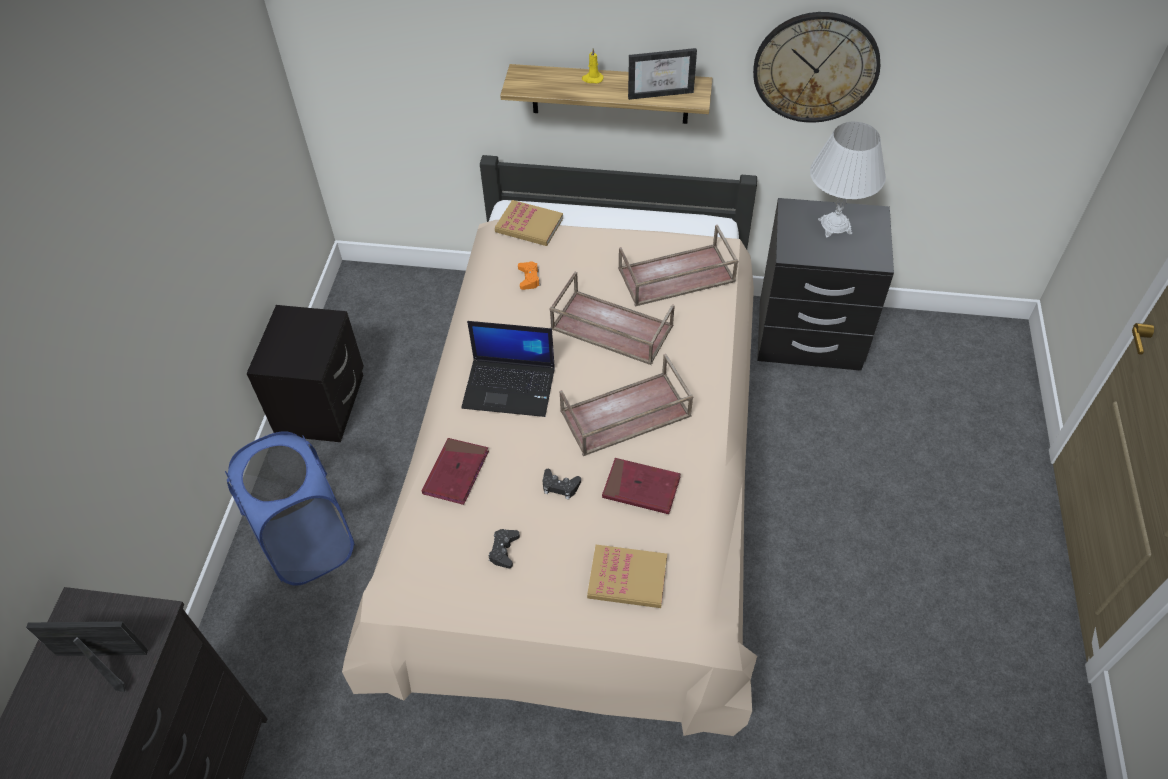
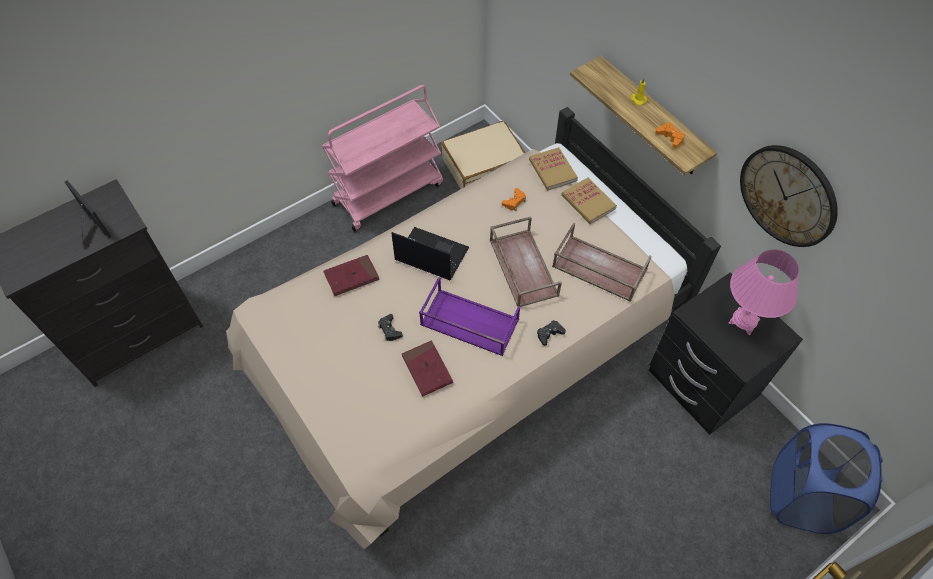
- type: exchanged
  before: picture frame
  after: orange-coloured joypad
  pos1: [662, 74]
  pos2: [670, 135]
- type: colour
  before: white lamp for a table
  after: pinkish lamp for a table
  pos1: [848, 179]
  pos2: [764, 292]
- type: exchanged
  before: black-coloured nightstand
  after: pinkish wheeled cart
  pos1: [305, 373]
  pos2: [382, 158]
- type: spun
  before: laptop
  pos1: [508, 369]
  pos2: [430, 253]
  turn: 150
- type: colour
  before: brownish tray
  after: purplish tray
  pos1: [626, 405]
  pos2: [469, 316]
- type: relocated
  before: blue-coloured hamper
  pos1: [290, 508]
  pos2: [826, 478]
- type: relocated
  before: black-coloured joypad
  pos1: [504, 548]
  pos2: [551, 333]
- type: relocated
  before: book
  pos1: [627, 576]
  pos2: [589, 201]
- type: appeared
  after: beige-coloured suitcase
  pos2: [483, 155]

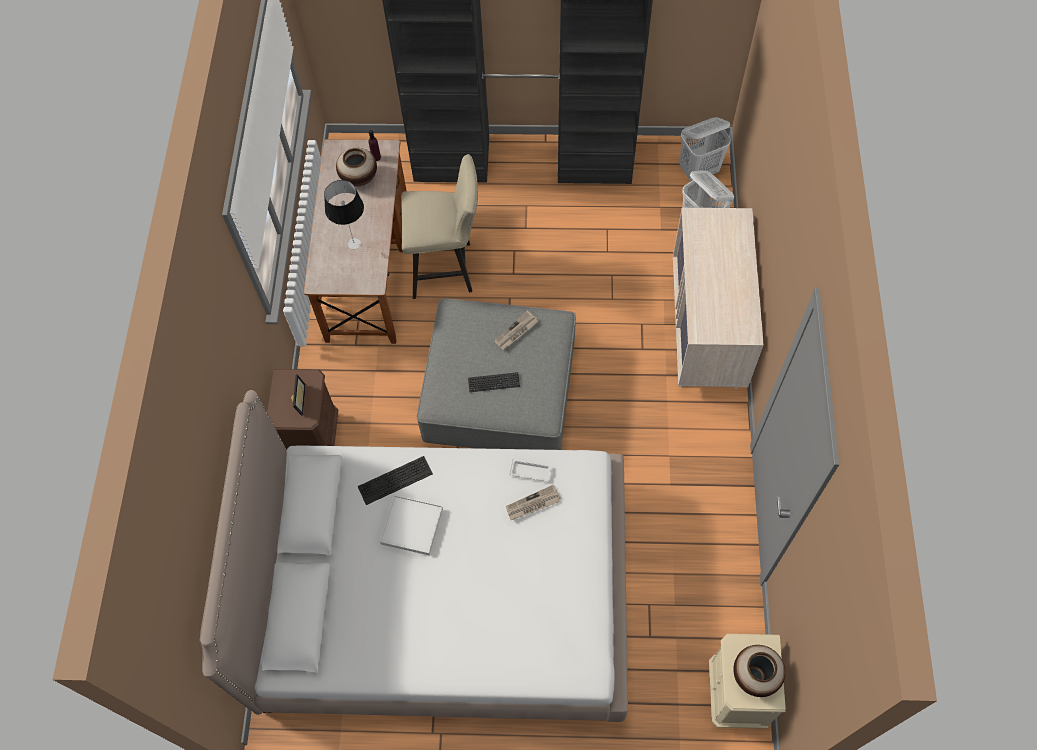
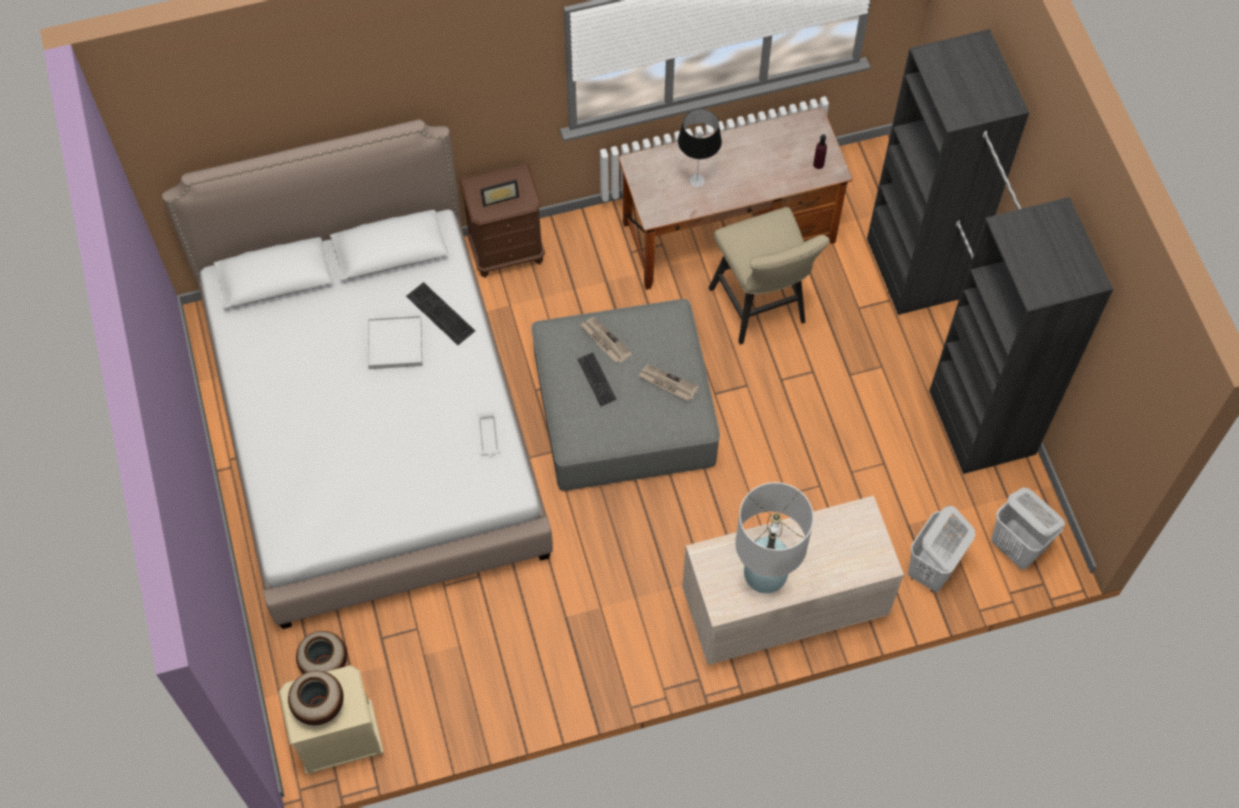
- type: relocated
  before: flower vase
  pos1: [356, 167]
  pos2: [321, 652]
- type: relocated
  before: newspaper
  pos1: [533, 502]
  pos2: [606, 340]
- type: appeared
  after: white lamp for a table
  pos2: [774, 537]

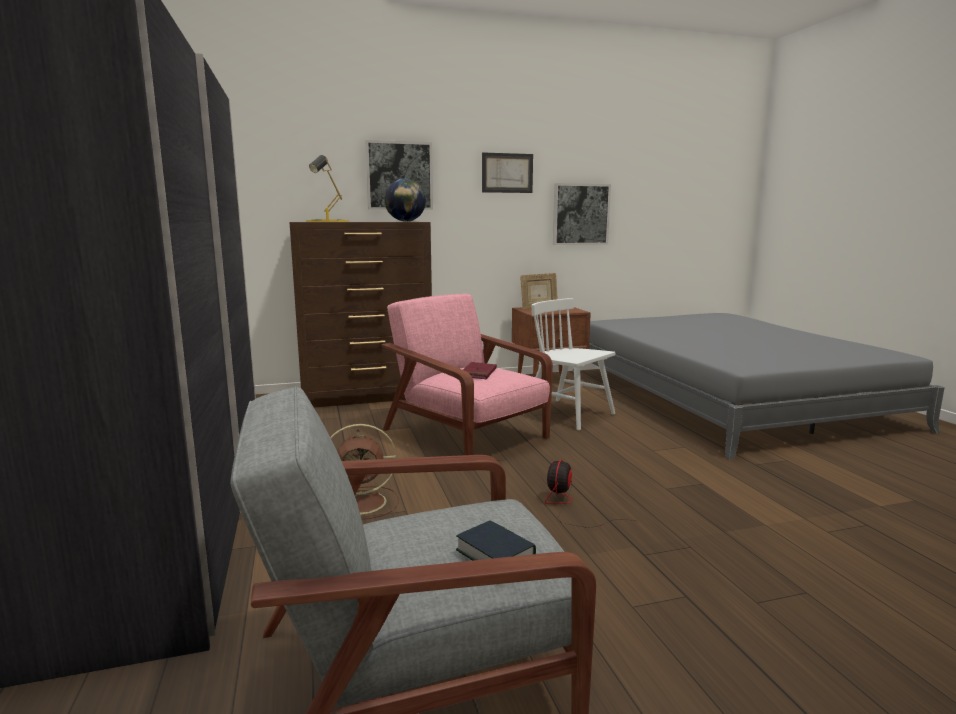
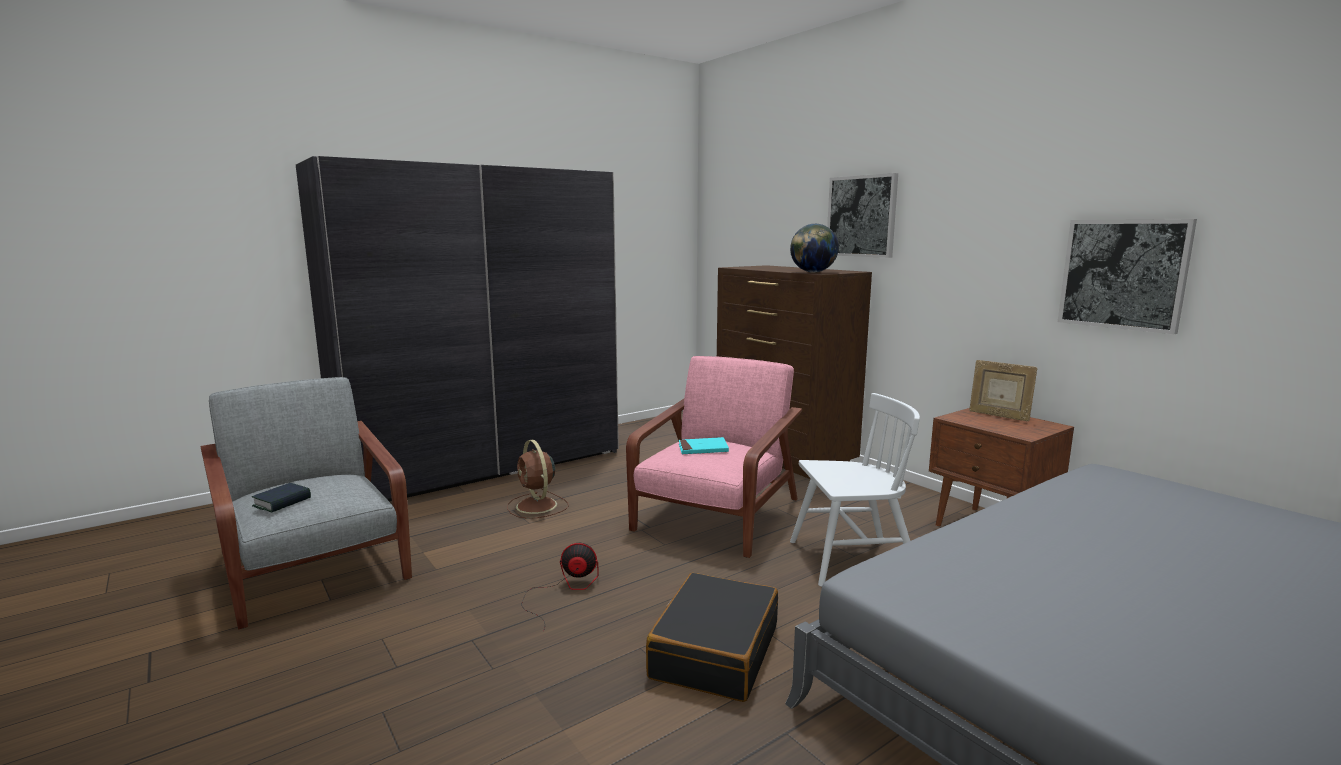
- type: missing
  before: picture
  pos1: [507, 172]
- type: missing
  before: yellowish lamp for a table
  pos1: [327, 188]
- type: spun
  before: white plain chair
  pos1: [573, 364]
  pos2: [855, 490]
  turn: 60
- type: colour
  before: reddish book
  after: turquoise book
  pos1: [480, 370]
  pos2: [704, 445]
- type: appeared
  after: black-coloured suitcase
  pos2: [712, 637]

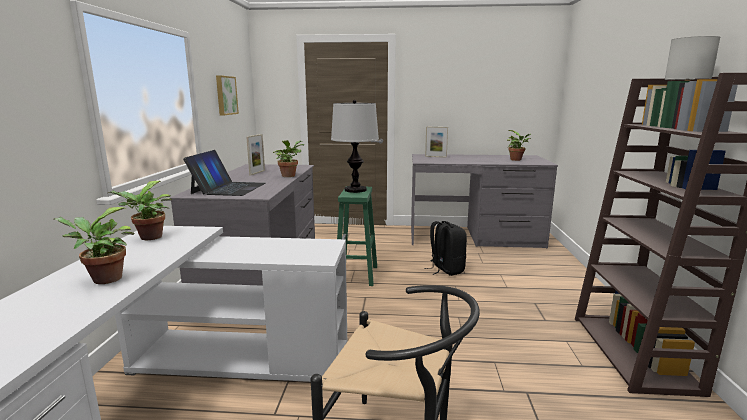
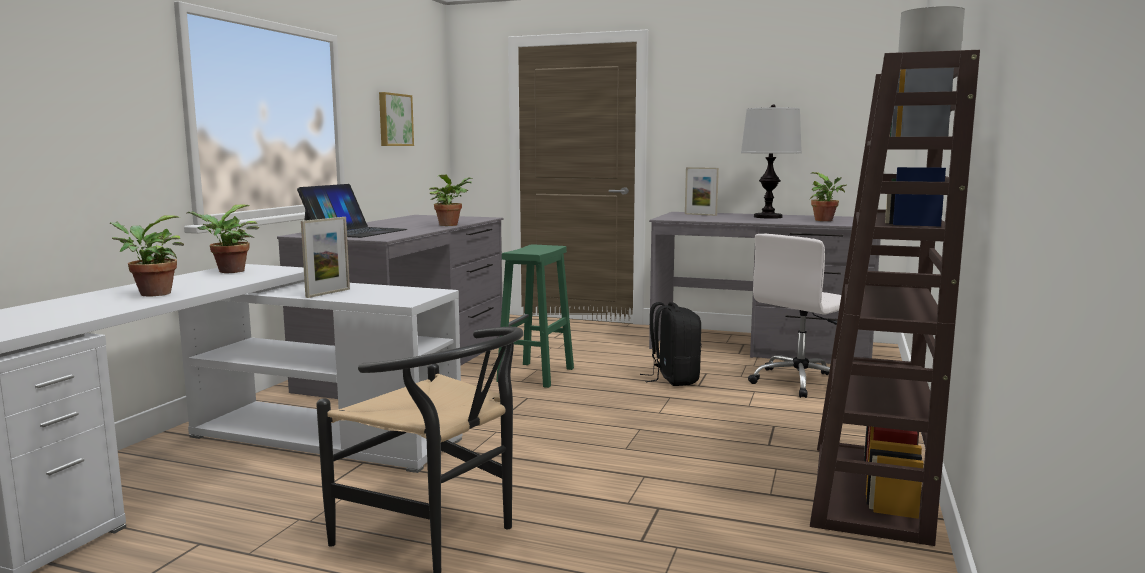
- type: relocated
  before: lamp for a table
  pos1: [355, 146]
  pos2: [771, 161]
- type: relocated
  before: picture frame
  pos1: [255, 154]
  pos2: [325, 257]
- type: appeared
  after: white desk chair
  pos2: [794, 316]

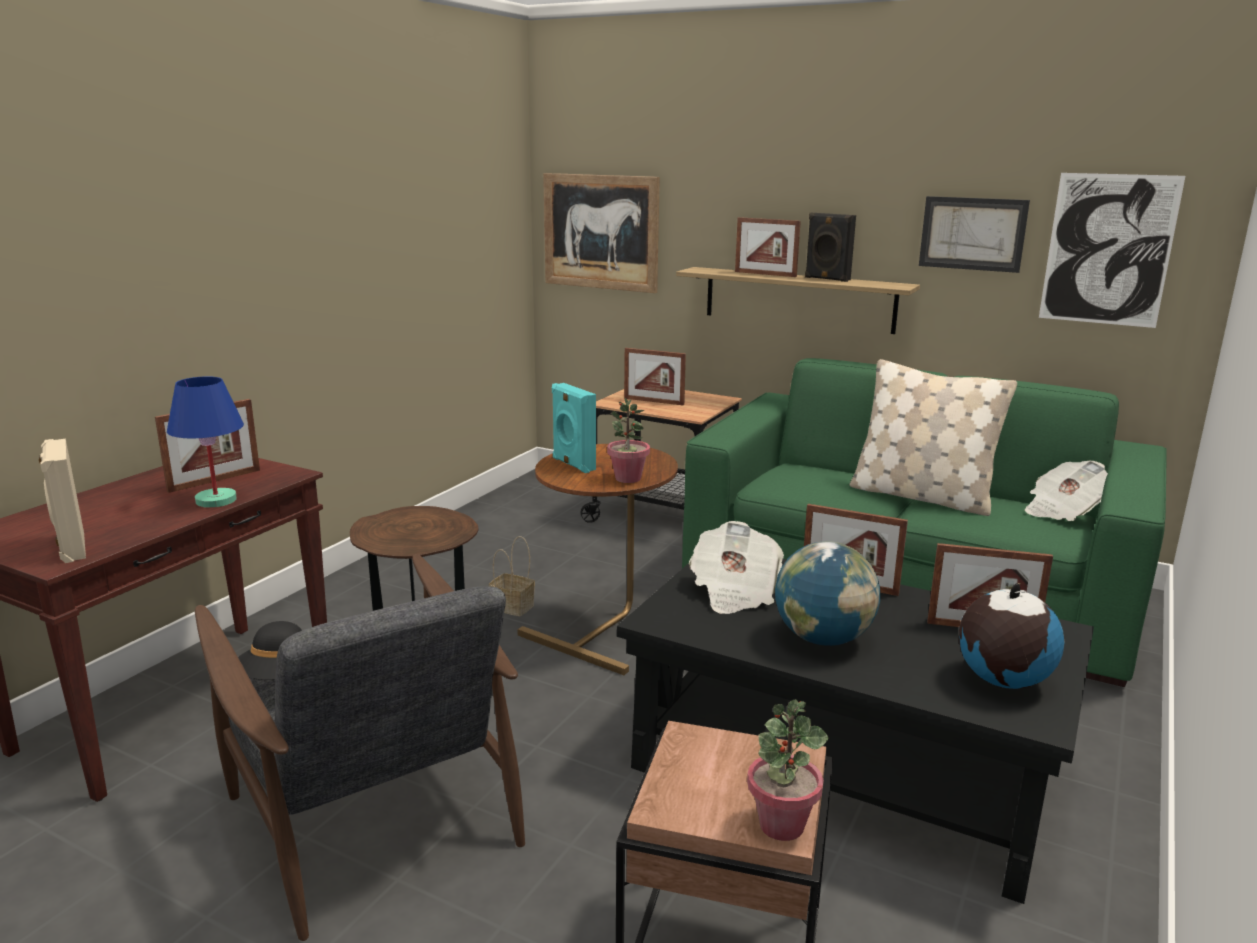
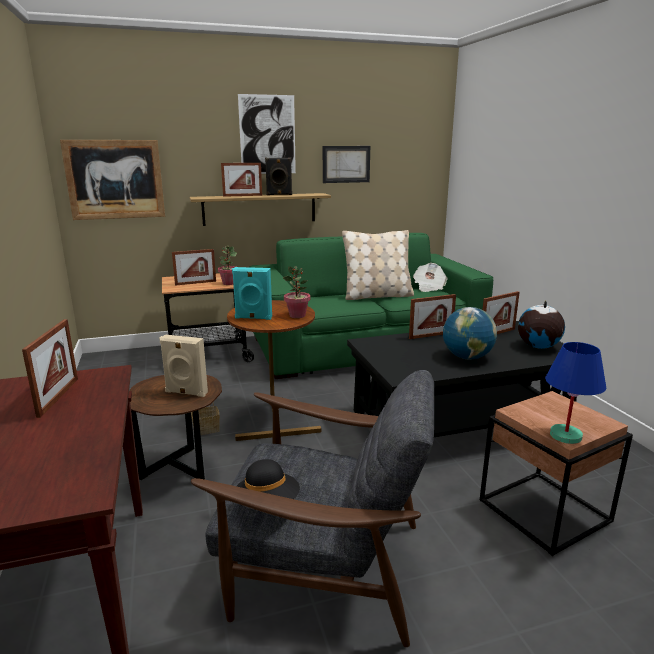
- type: relocated
  before: picture
  pos1: [1112, 250]
  pos2: [267, 134]
- type: relocated
  before: blue-coloured lamp for a table
  pos1: [205, 442]
  pos2: [575, 393]
- type: relocated
  before: beige-coloured audio speaker
  pos1: [62, 501]
  pos2: [183, 365]
- type: missing
  before: newspaper
  pos1: [736, 567]
- type: relocated
  before: potted plant
  pos1: [788, 770]
  pos2: [227, 265]

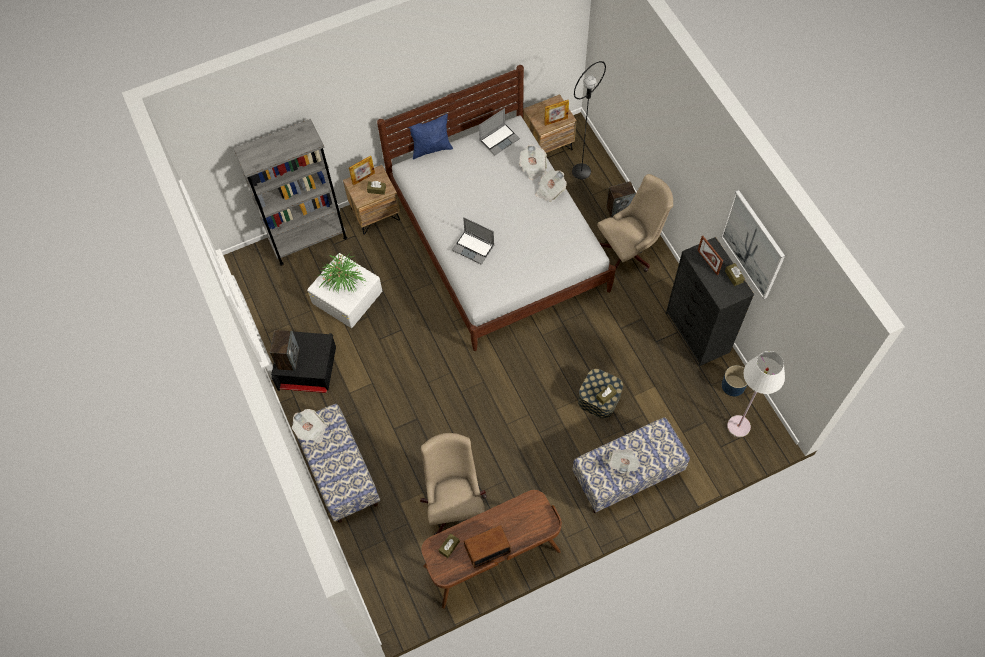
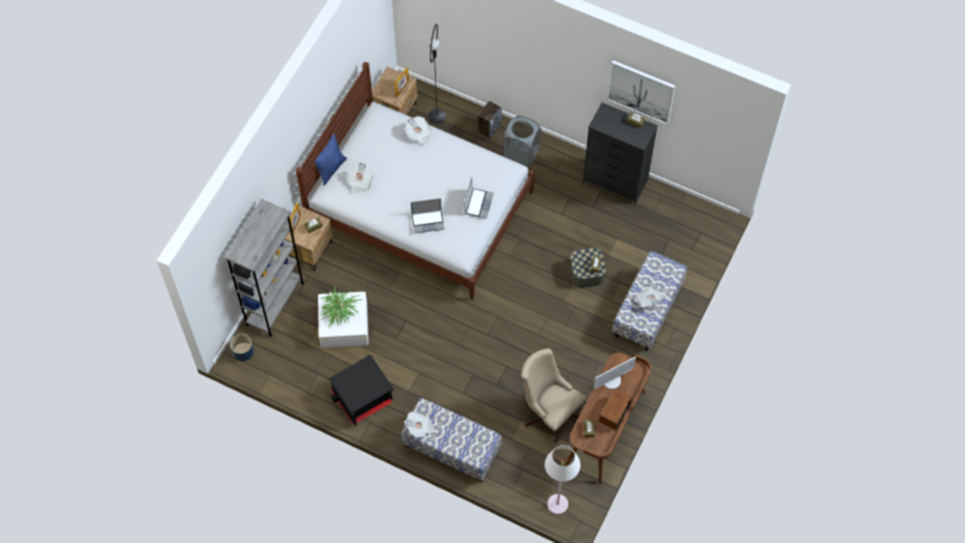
- type: relocated
  before: laptop
  pos1: [499, 132]
  pos2: [479, 198]
- type: relocated
  before: newspaper
  pos1: [551, 186]
  pos2: [360, 177]
- type: exchanged
  before: beige-coloured desk chair
  after: gray hamper
  pos1: [635, 223]
  pos2: [522, 141]
- type: missing
  before: picture frame
  pos1: [710, 255]
- type: missing
  before: audio speaker
  pos1: [284, 350]
- type: relocated
  before: white standard lamp
  pos1: [756, 394]
  pos2: [562, 480]
- type: relocated
  before: blue-coloured planter
  pos1: [734, 380]
  pos2: [242, 347]
- type: appeared
  after: computer screen
  pos2: [615, 372]

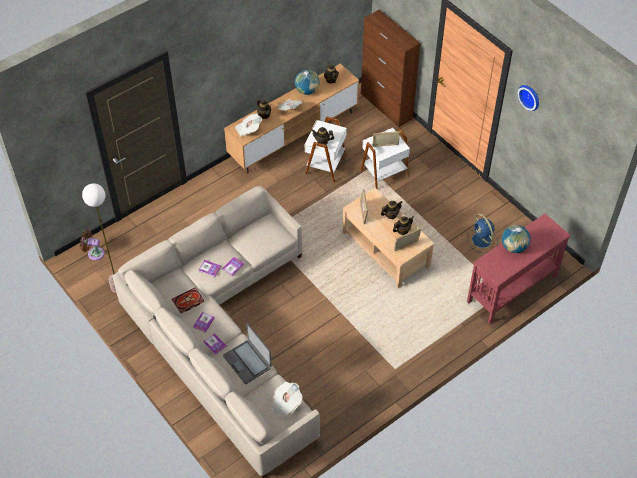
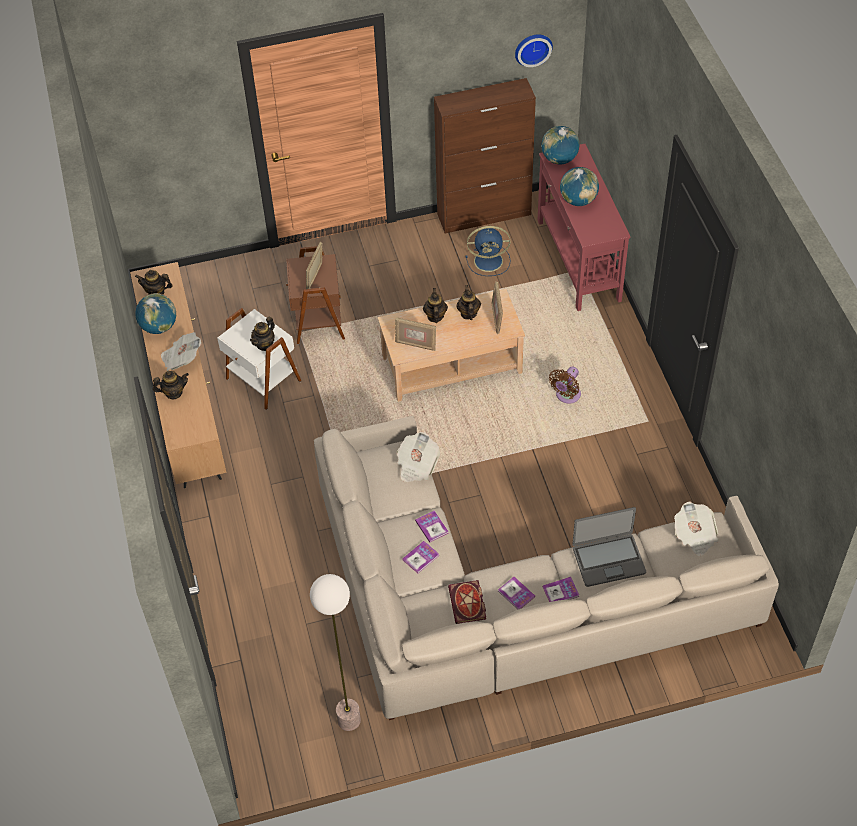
- type: relocated
  before: brownish cabinet
  pos1: [390, 68]
  pos2: [485, 155]
- type: relocated
  before: clock on the wall
  pos1: [528, 98]
  pos2: [534, 50]
- type: relocated
  before: newspaper
  pos1: [248, 125]
  pos2: [418, 457]
- type: colour
  before: white side table
  after: brownish side table
  pos1: [385, 159]
  pos2: [315, 295]
- type: relocated
  before: brownish electric fan
  pos1: [92, 245]
  pos2: [565, 385]
- type: appeared
  after: globe
  pos2: [560, 145]

